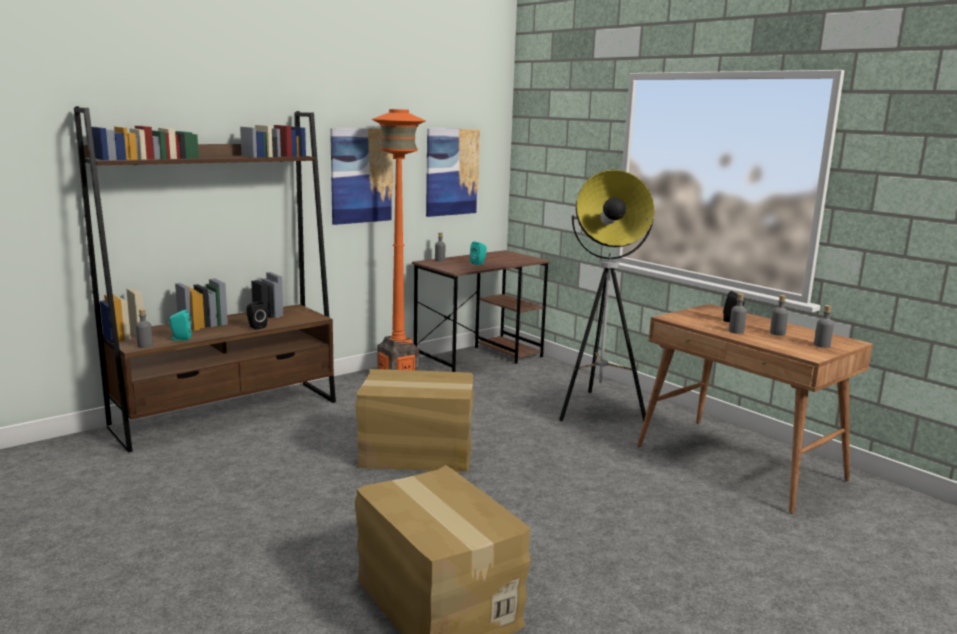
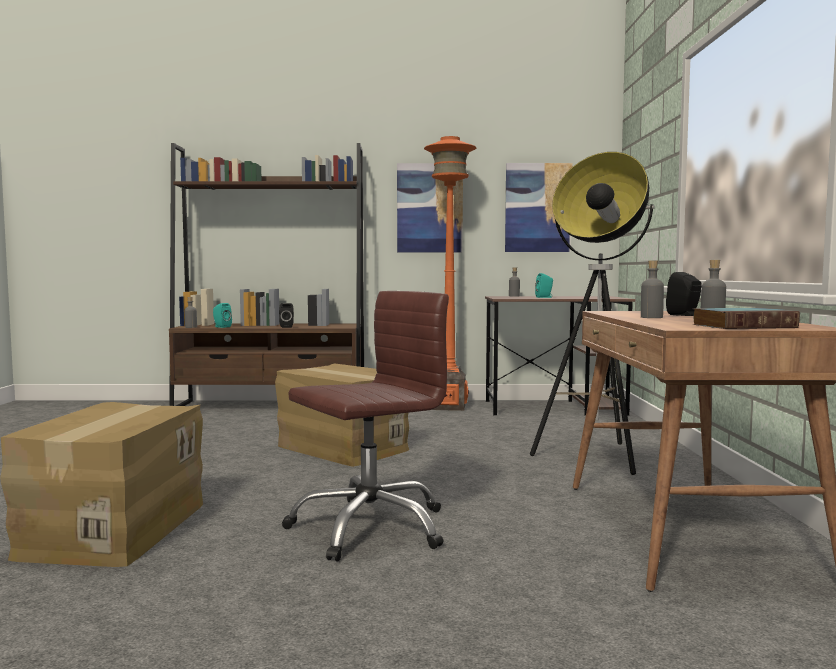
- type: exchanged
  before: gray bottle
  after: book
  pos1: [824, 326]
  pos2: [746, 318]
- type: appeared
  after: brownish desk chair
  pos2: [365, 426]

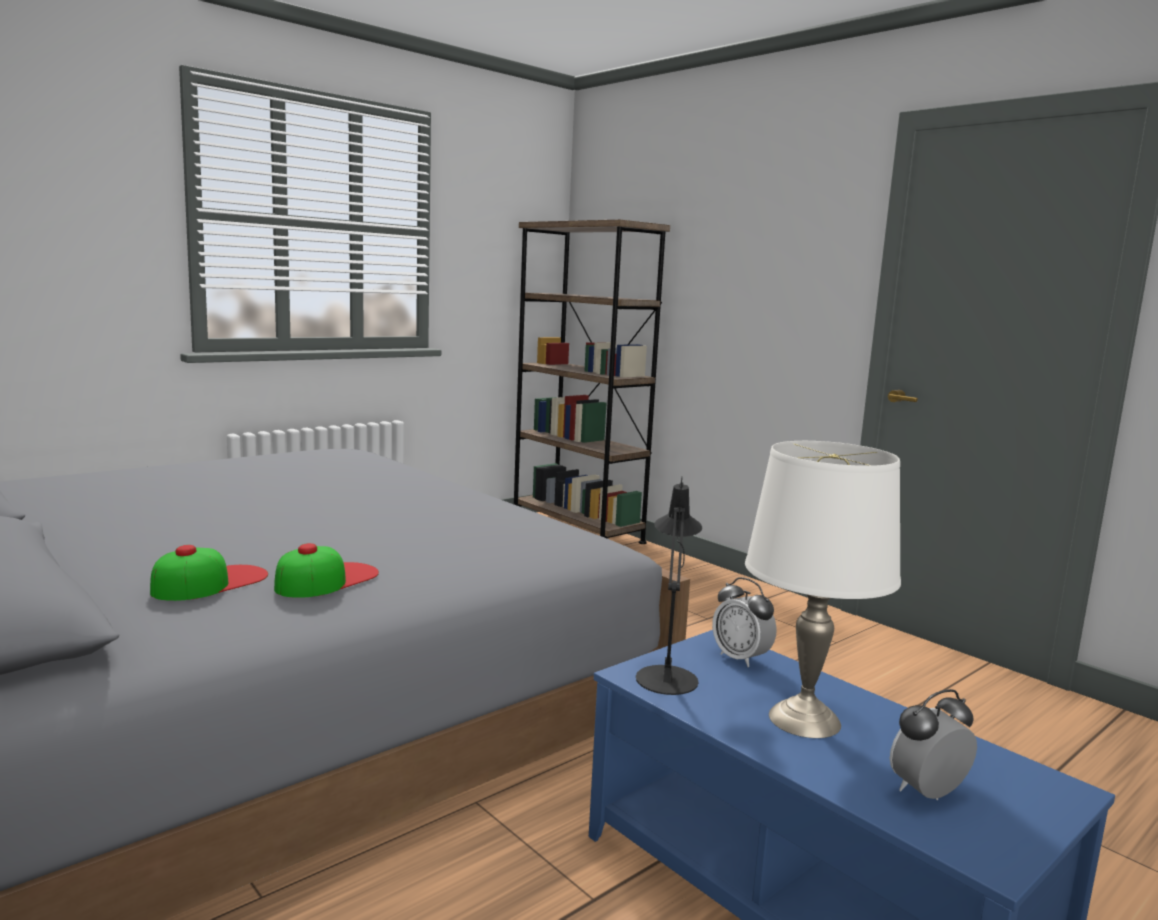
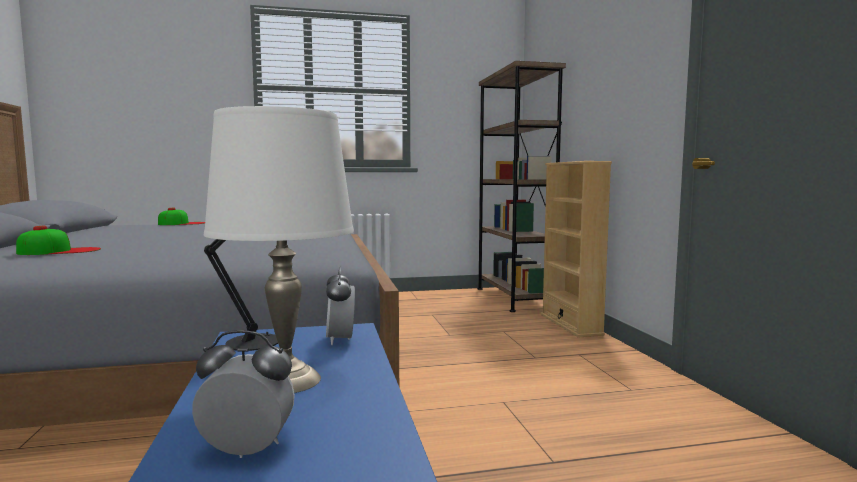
- type: relocated
  before: peaked cap
  pos1: [326, 570]
  pos2: [181, 216]
- type: appeared
  after: beige-coloured bookshelf
  pos2: [576, 249]

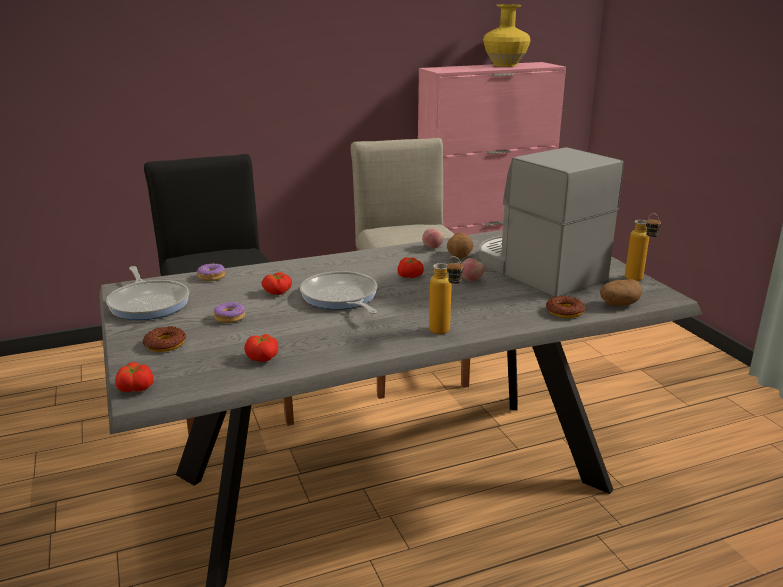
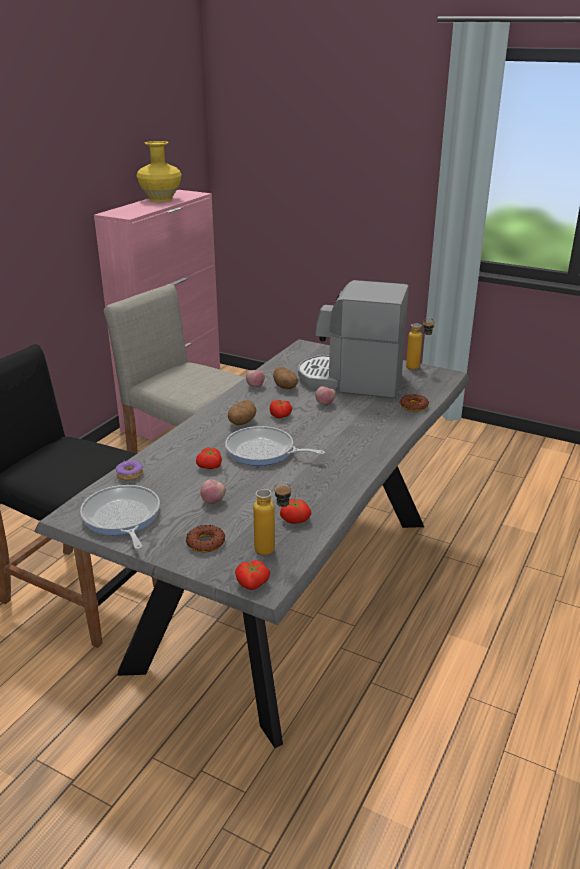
- type: relocated
  before: bottle
  pos1: [446, 295]
  pos2: [272, 518]
- type: spun
  before: skillet
  pos1: [147, 293]
  pos2: [120, 517]
  turn: -135
- type: relocated
  before: whole potato
  pos1: [621, 292]
  pos2: [242, 412]
- type: exchanged
  before: donut
  after: apple fruit
  pos1: [229, 312]
  pos2: [213, 491]

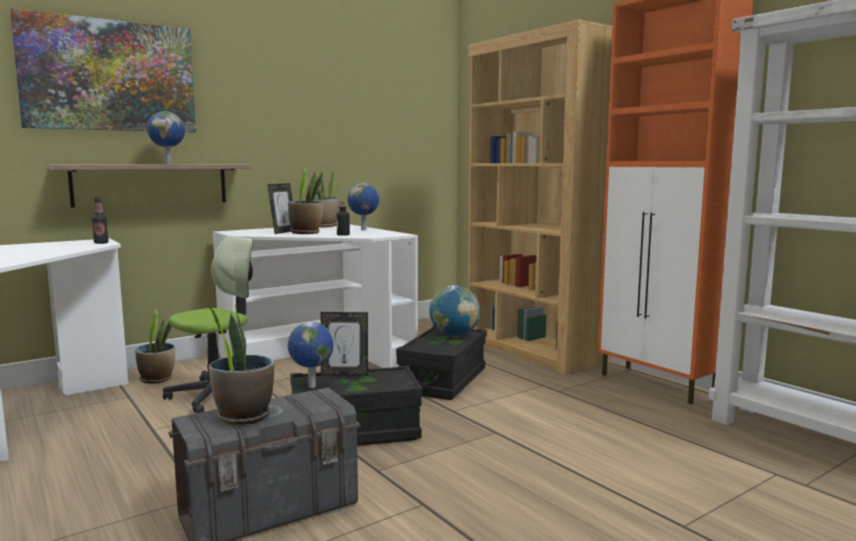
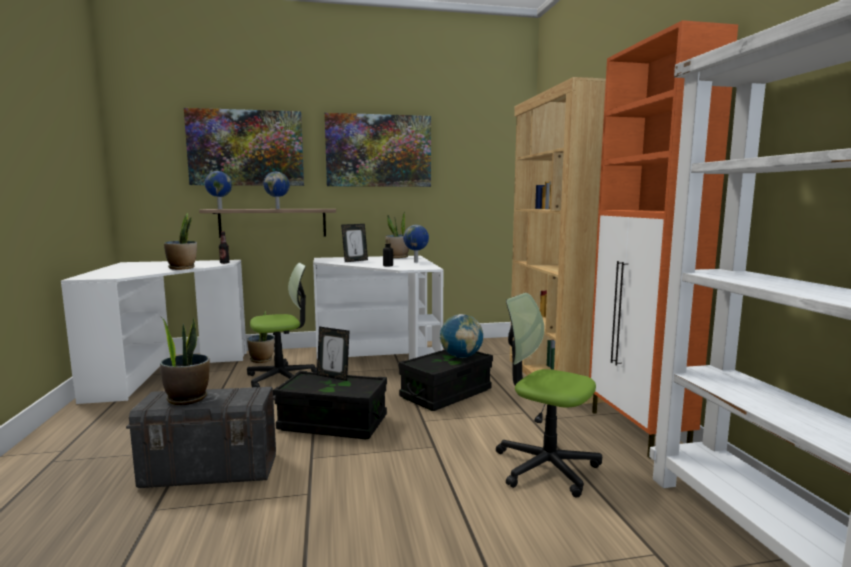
- type: relocated
  before: potted plant
  pos1: [305, 201]
  pos2: [180, 241]
- type: relocated
  before: globe
  pos1: [311, 355]
  pos2: [218, 190]
- type: appeared
  after: picture
  pos2: [378, 150]
- type: appeared
  after: desk chair
  pos2: [549, 395]

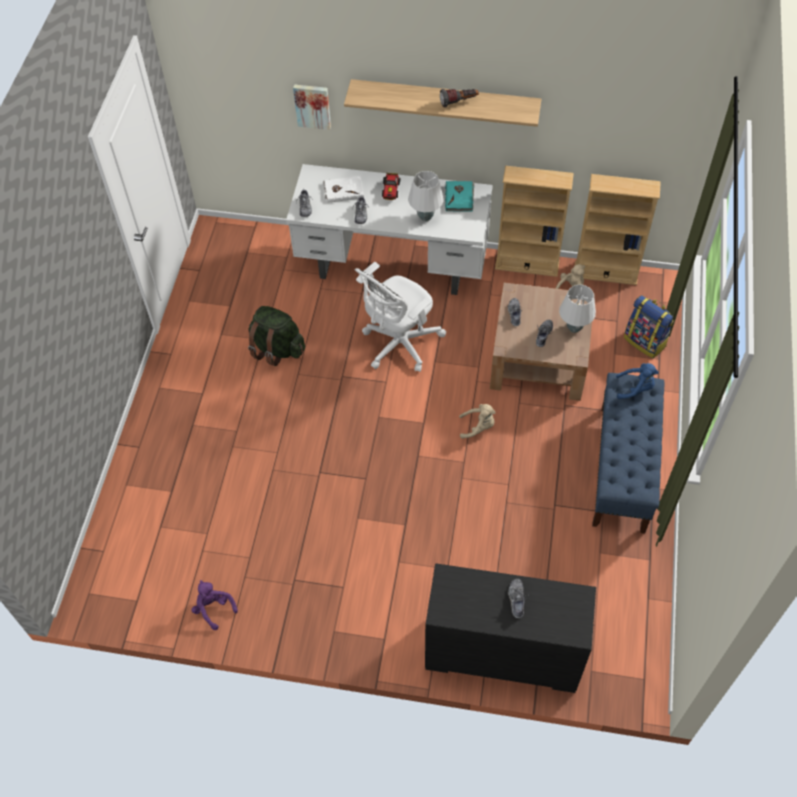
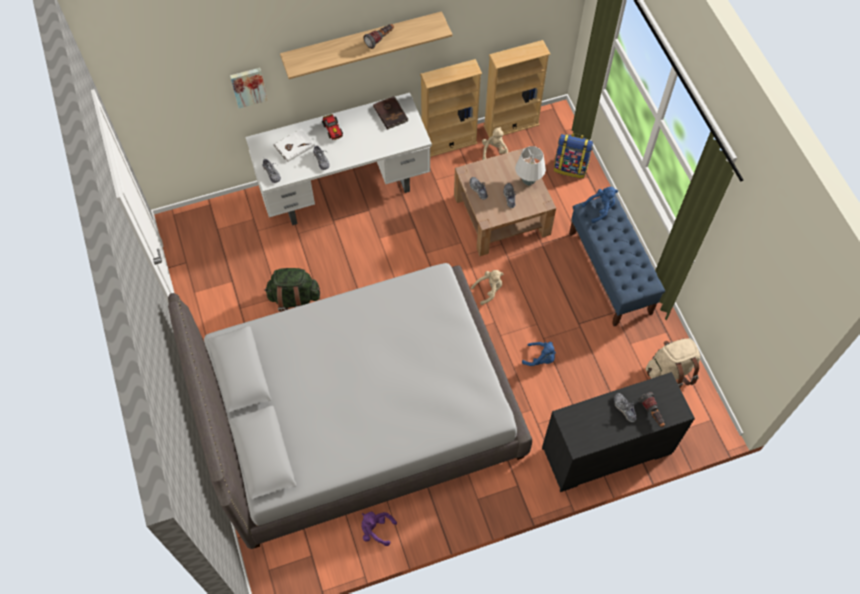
- type: missing
  before: white lamp for a table
  pos1: [426, 196]
- type: colour
  before: turquoise book
  after: brownish book
  pos1: [459, 196]
  pos2: [390, 113]
- type: missing
  before: white desk chair
  pos1: [400, 317]
- type: appeared
  after: gray bedroom bed
  pos2: [350, 406]
- type: appeared
  after: beige-coloured backpack
  pos2: [673, 363]
- type: appeared
  after: blue-coloured plush toy
  pos2: [539, 354]
- type: appeared
  after: hand torch
  pos2: [651, 409]

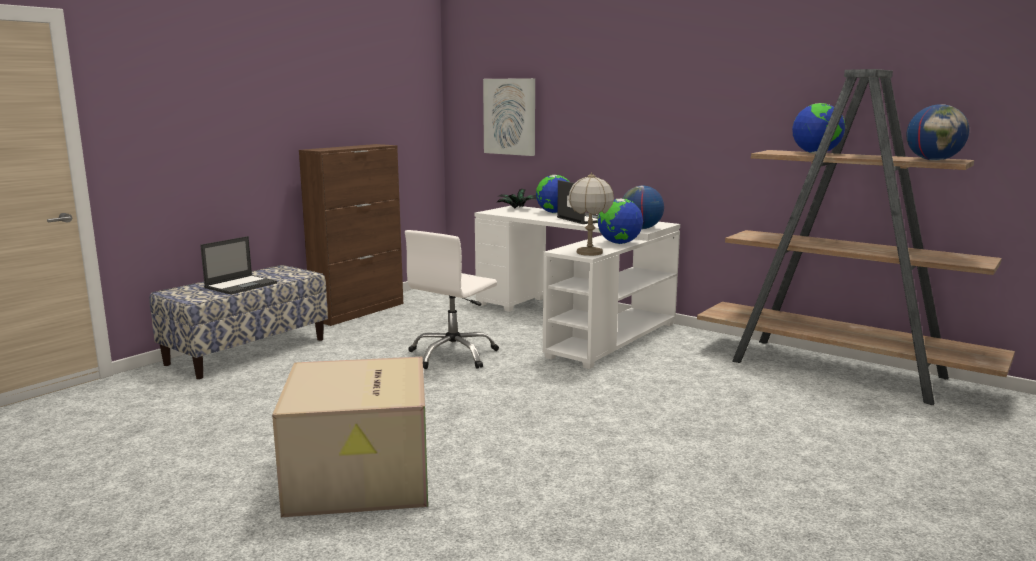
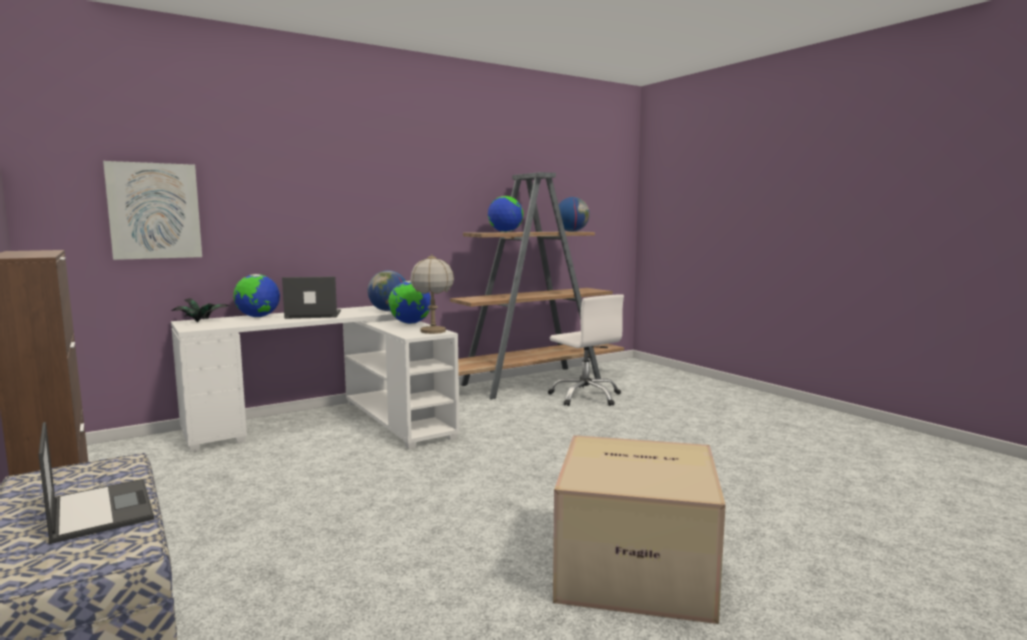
- type: relocated
  before: white desk chair
  pos1: [452, 299]
  pos2: [586, 350]

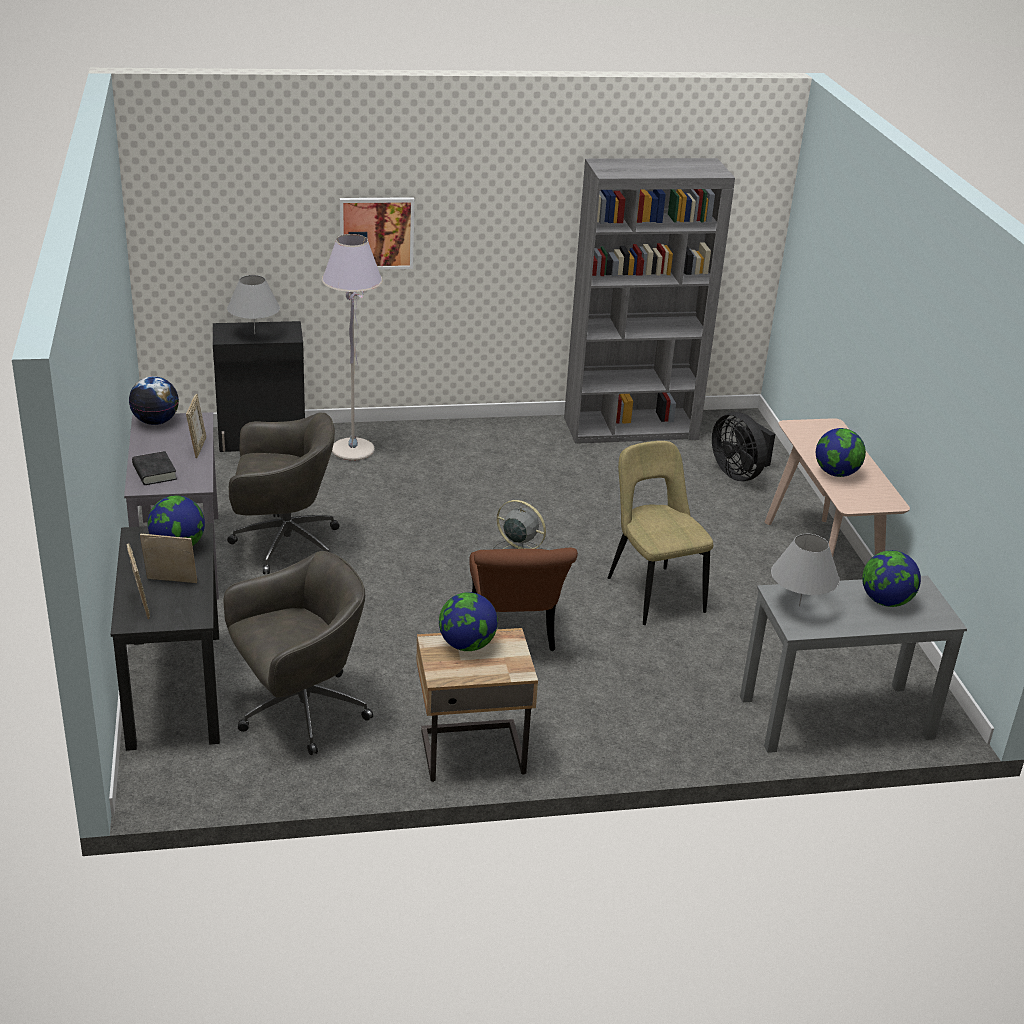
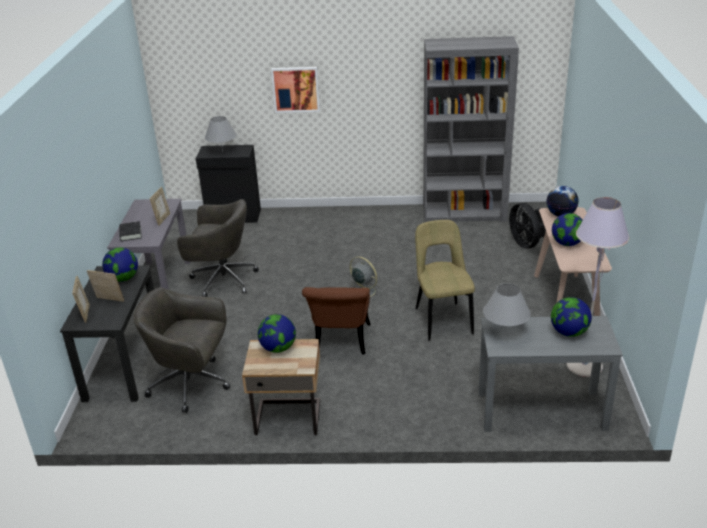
- type: relocated
  before: gray standard lamp
  pos1: [352, 347]
  pos2: [597, 287]
- type: relocated
  before: globe
  pos1: [154, 400]
  pos2: [562, 201]
- type: spun
  before: gray desk chair
  pos1: [298, 653]
  pos2: [182, 350]
  turn: -150

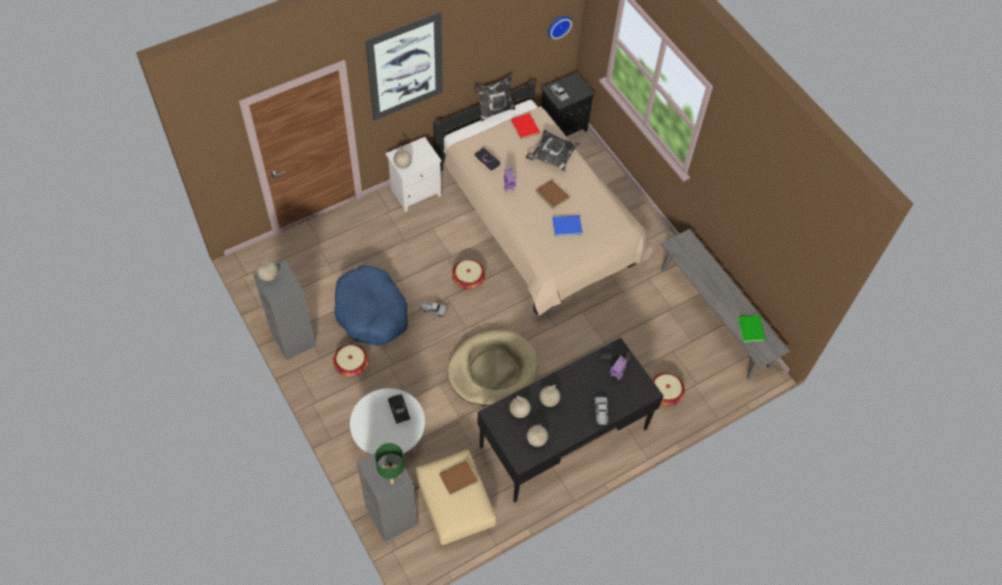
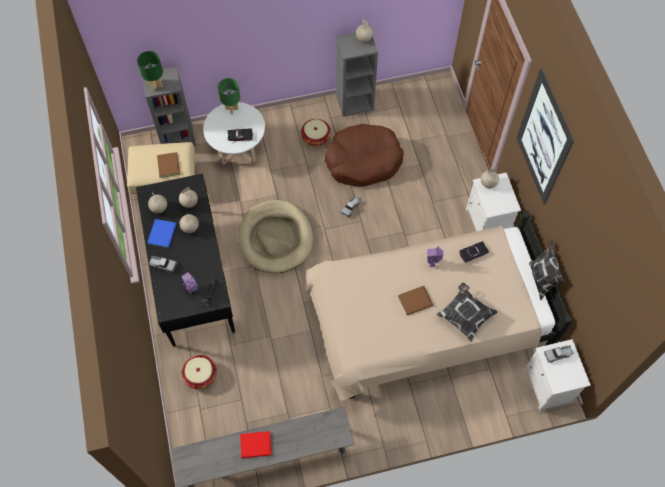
- type: missing
  before: clock on the wall
  pos1: [560, 27]
- type: colour
  before: black-coloured nightstand
  after: white nightstand
  pos1: [568, 104]
  pos2: [557, 375]
- type: relocated
  before: reddish book
  pos1: [525, 126]
  pos2: [256, 444]
- type: relocated
  before: blue-coloured book
  pos1: [567, 225]
  pos2: [162, 233]
- type: missing
  before: basket
  pos1: [468, 274]
- type: colour
  before: blue-coloured dog cushion
  after: brownish dog cushion
  pos1: [371, 305]
  pos2: [364, 155]
- type: missing
  before: green-coloured book
  pos1: [752, 328]
- type: appeared
  after: green-coloured lamp for a table
  pos2: [229, 96]

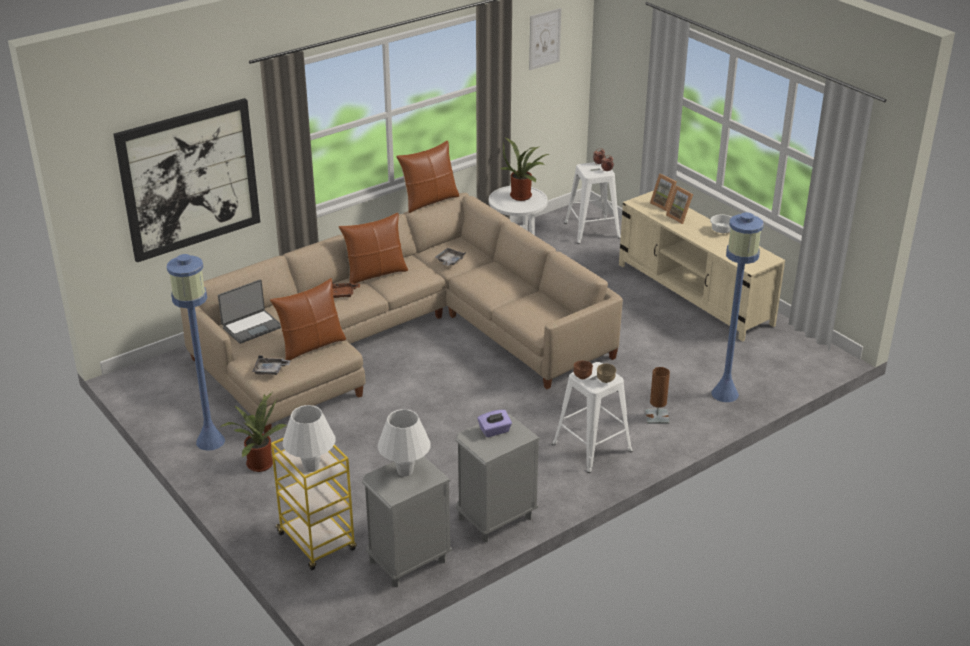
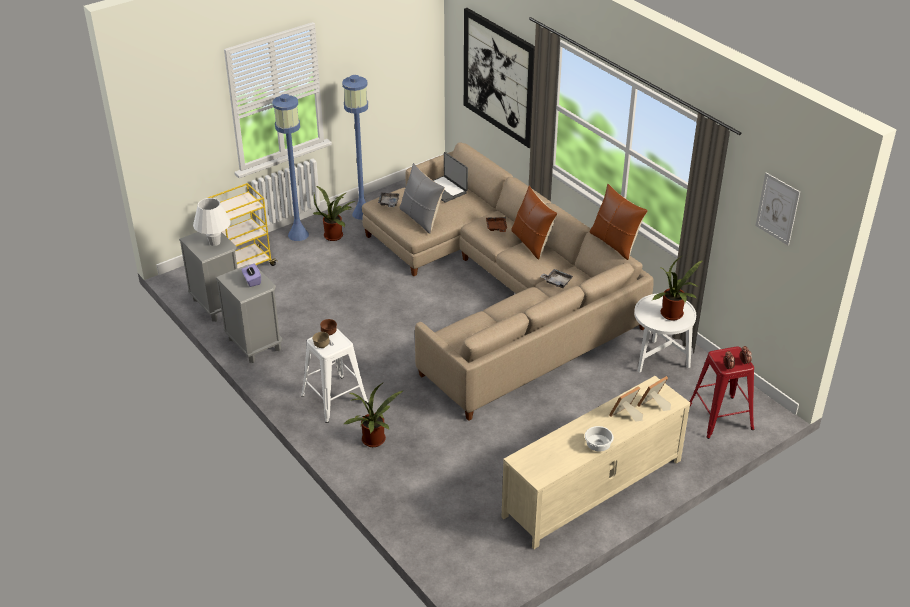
- type: colour
  before: white stool seat
  after: reddish stool seat
  pos1: [592, 203]
  pos2: [722, 393]
- type: relocated
  before: blue-coloured standard lamp
  pos1: [737, 307]
  pos2: [290, 167]
- type: colour
  before: brownish throw pillow
  after: gray throw pillow
  pos1: [308, 319]
  pos2: [422, 198]
- type: exchanged
  before: brownish lamp for a table
  after: potted plant
  pos1: [657, 395]
  pos2: [373, 414]
- type: missing
  before: white lamp for a table
  pos1: [309, 438]

